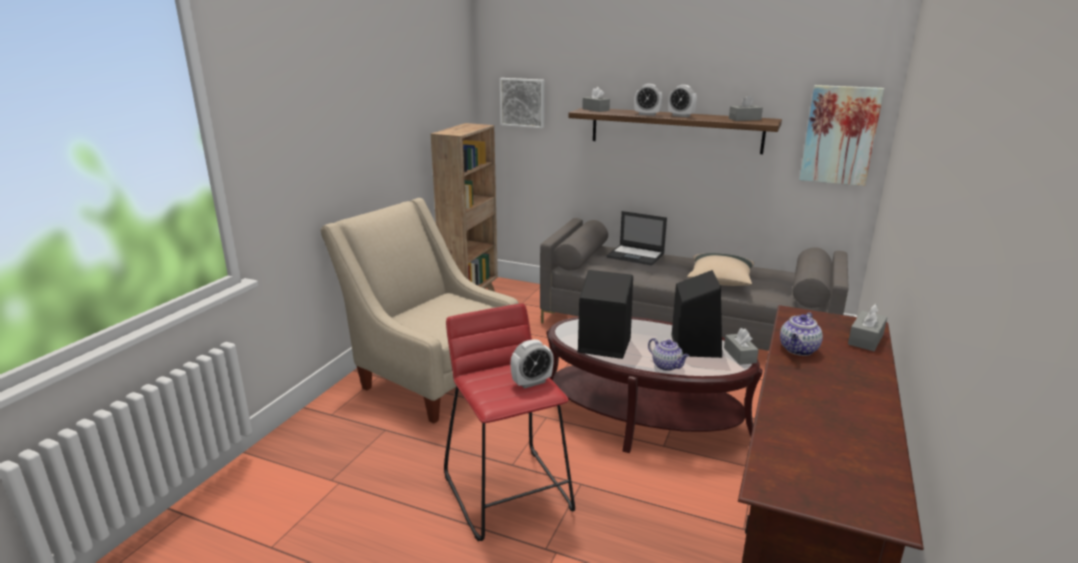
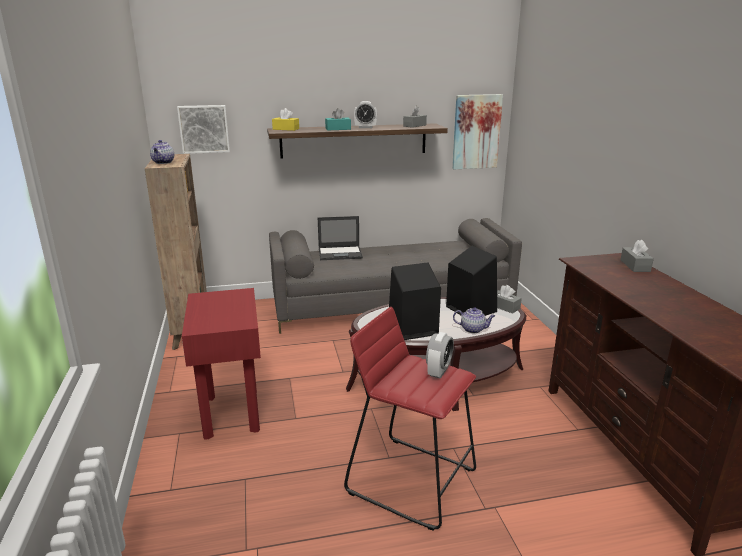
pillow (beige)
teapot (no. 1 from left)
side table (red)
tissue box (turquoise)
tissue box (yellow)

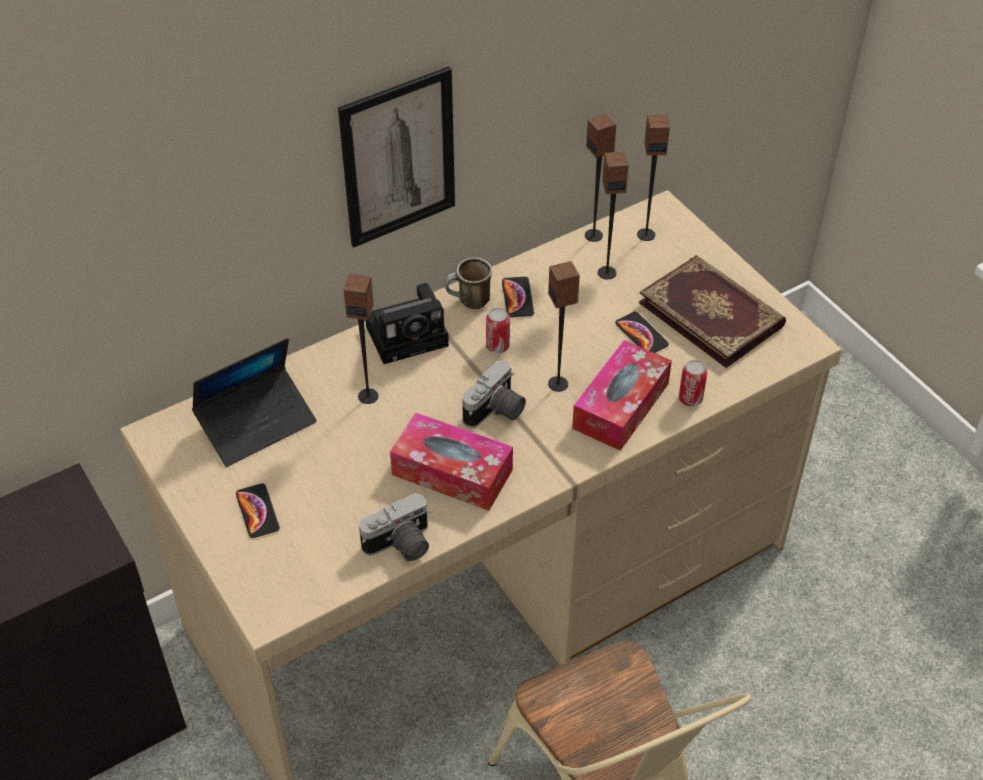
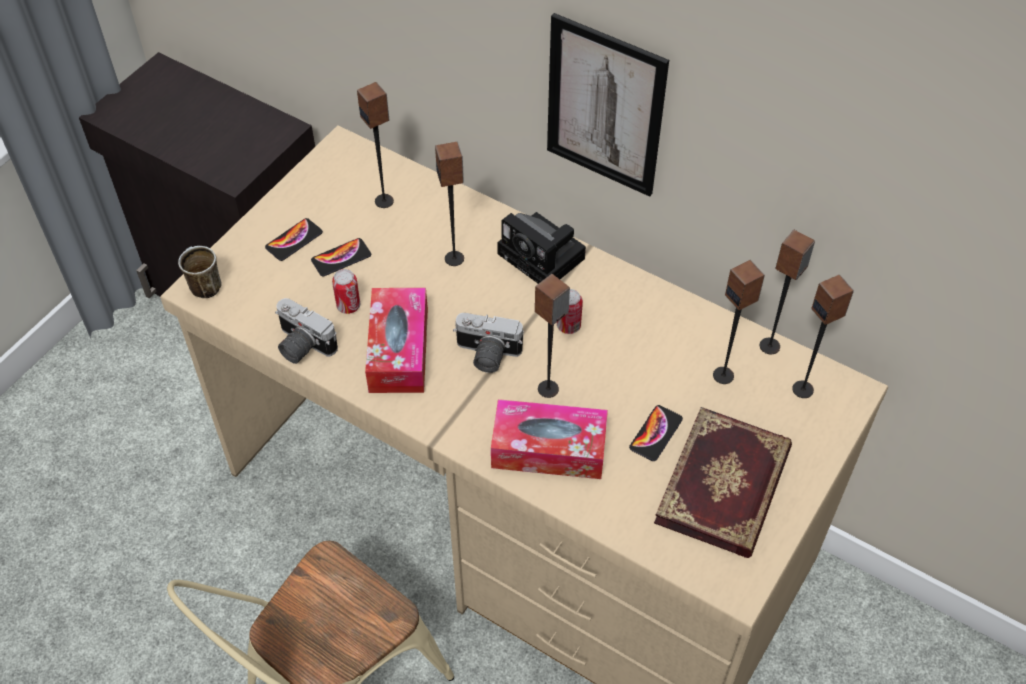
mug
phone (no. 2 from left)
can (no. 1 from left)
speaker (no. 1 from left)

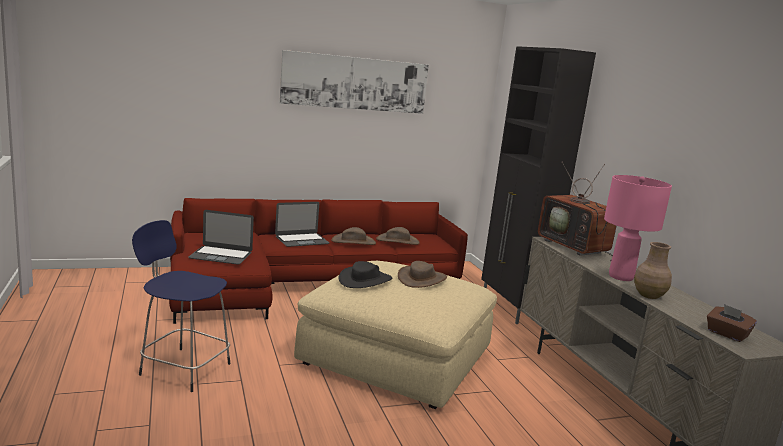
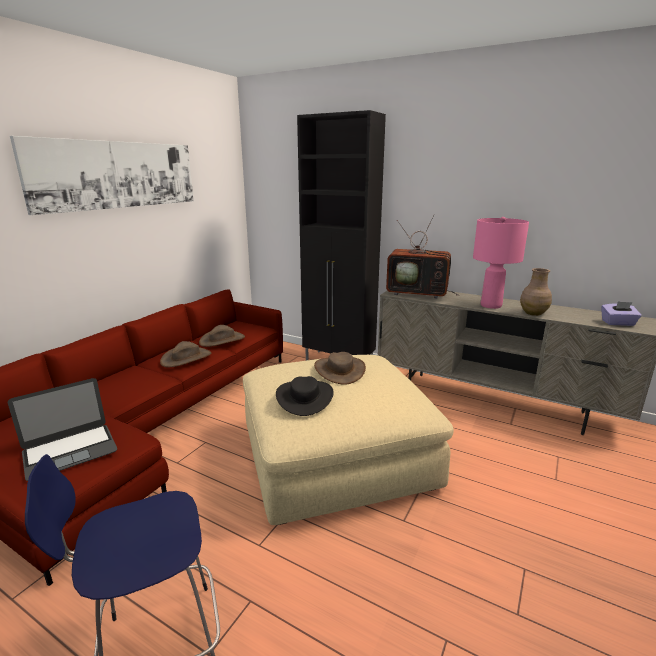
laptop (no. 2 from left in the first image)
tissue box (purple)

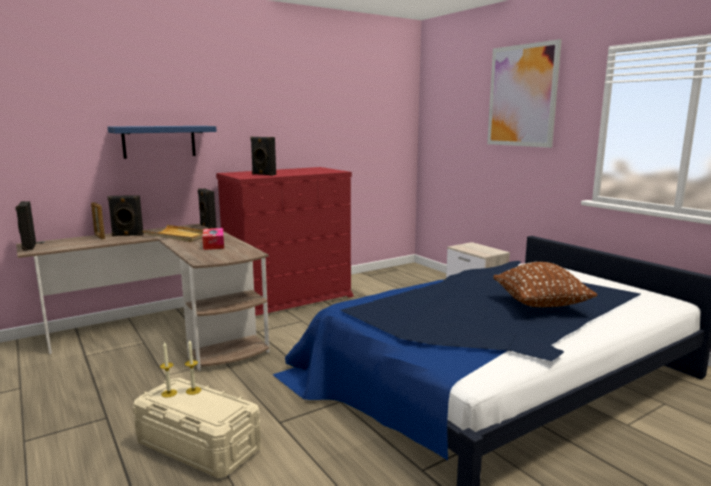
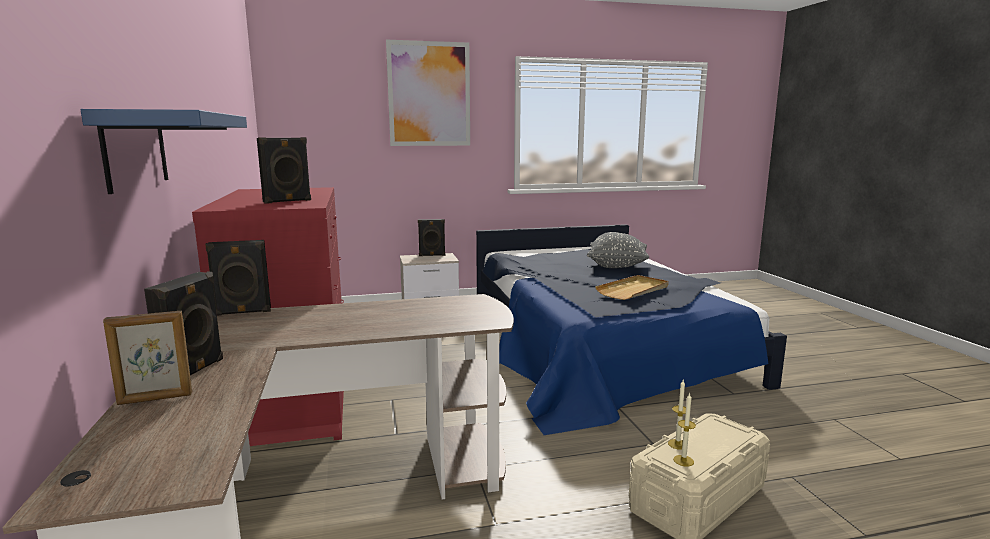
tissue box
speaker (black) (no. 4 from left)
tray (beige)
pillow (grey)

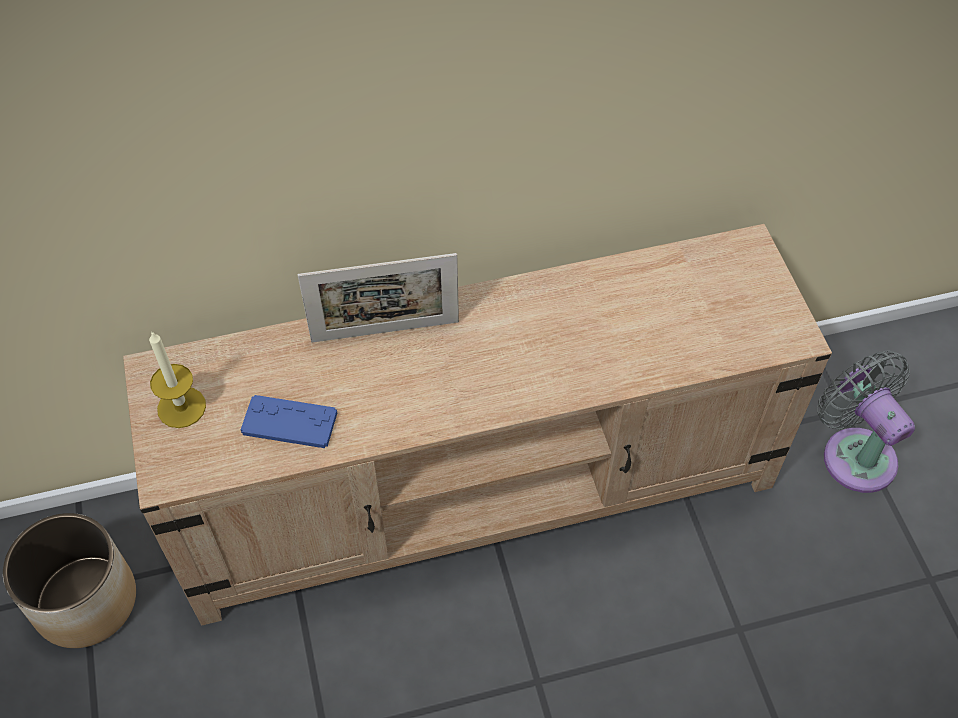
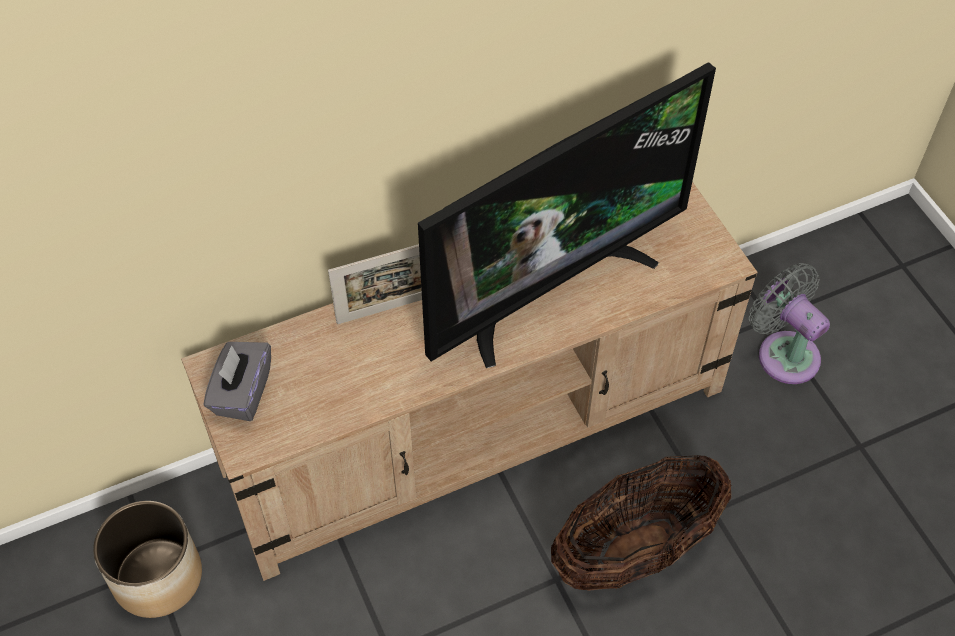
game controller (blue)
television
basket
tissue box (grey)

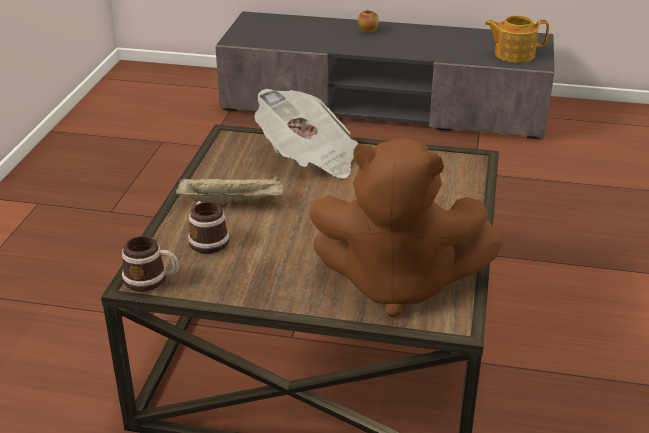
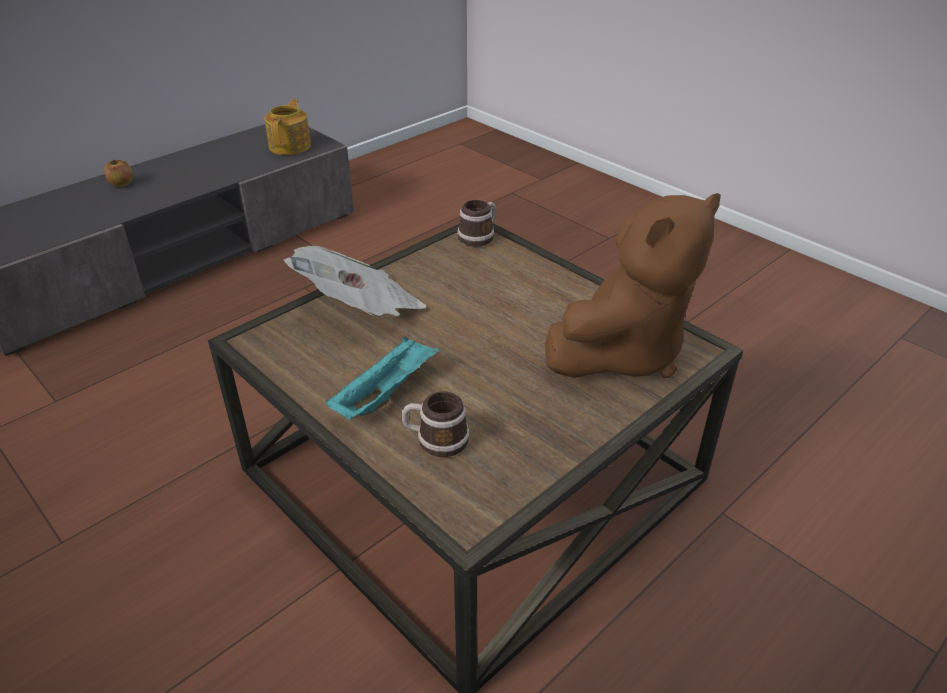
mug (no. 2 from left)
tray (turquoise)
teapot

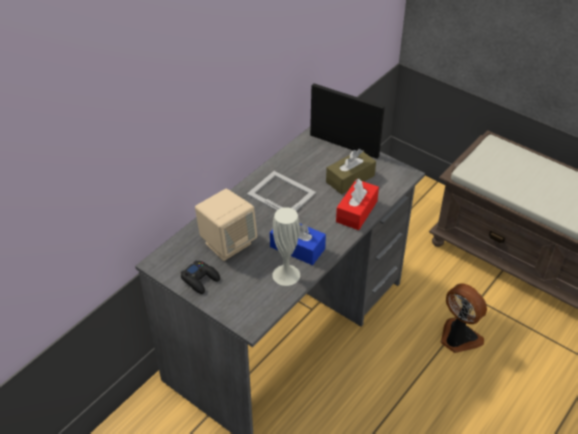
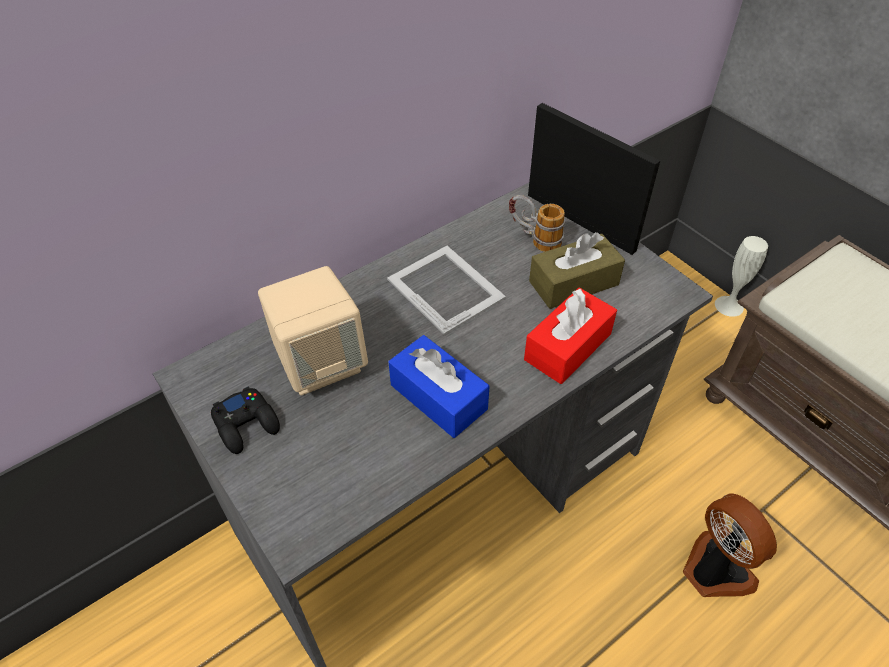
mug
vase (white)

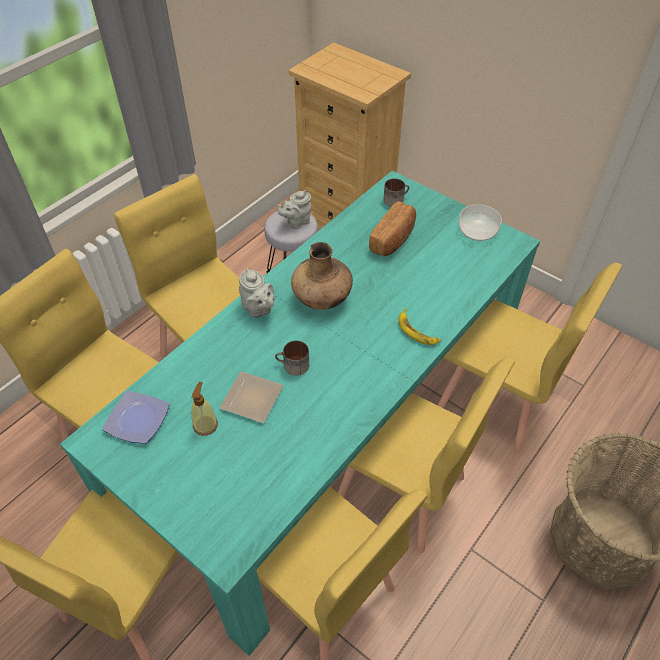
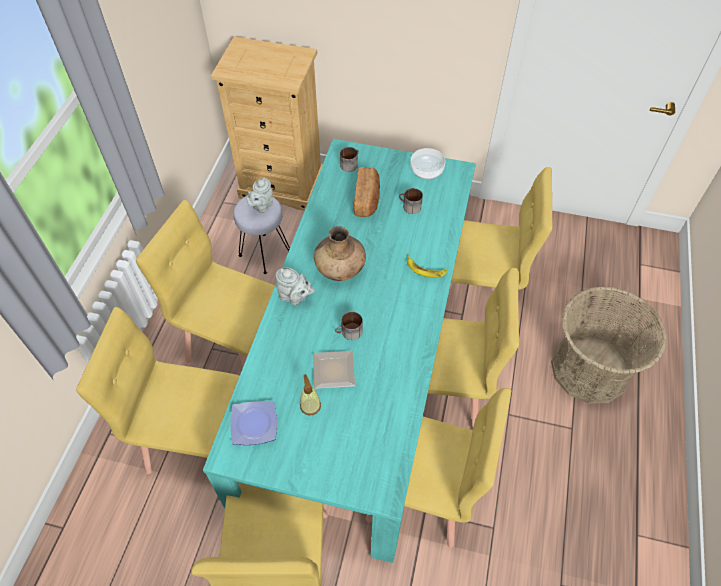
mug (no. 3 from left)

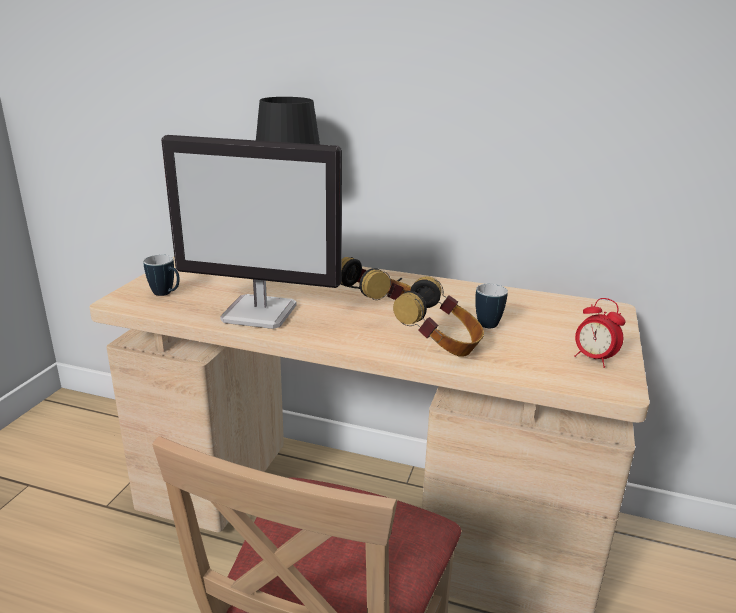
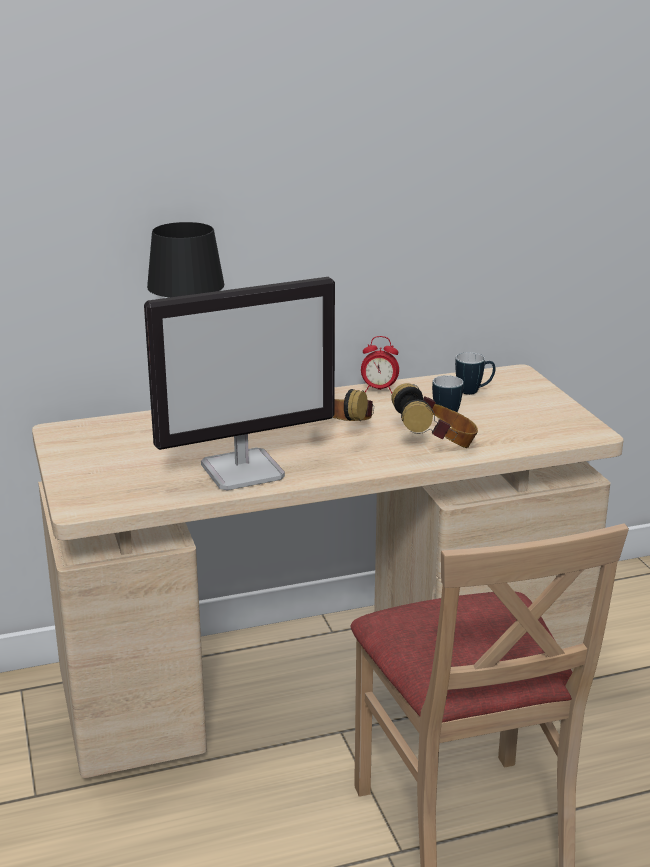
mug (no. 2 from left)
alarm clock

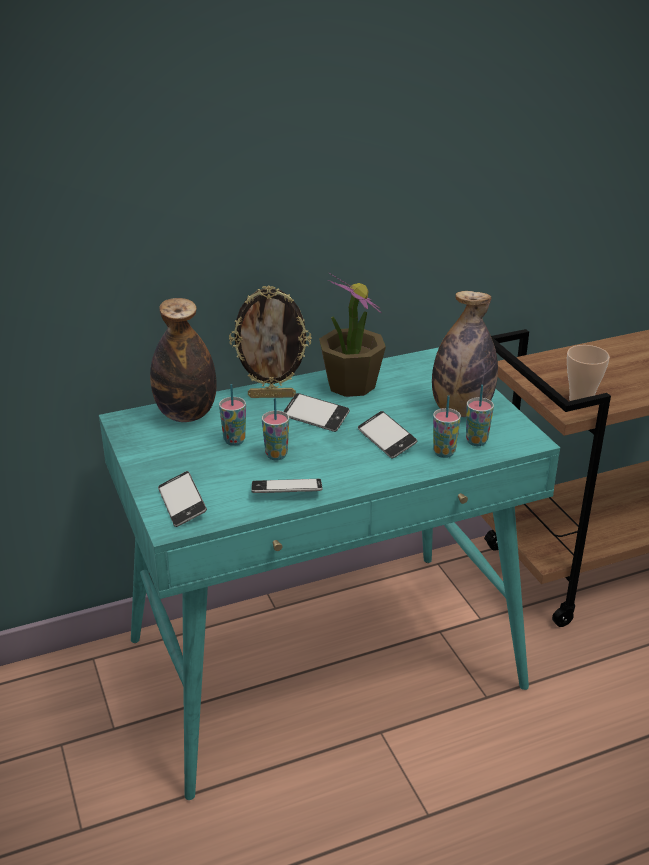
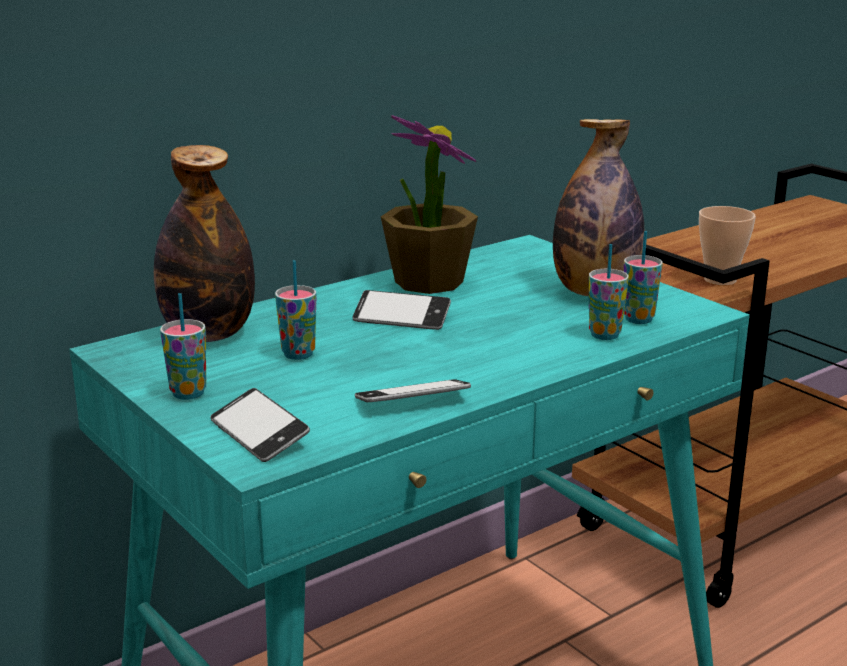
picture frame
phone (no. 4 from left in the first image)
cup (no. 1 from left)

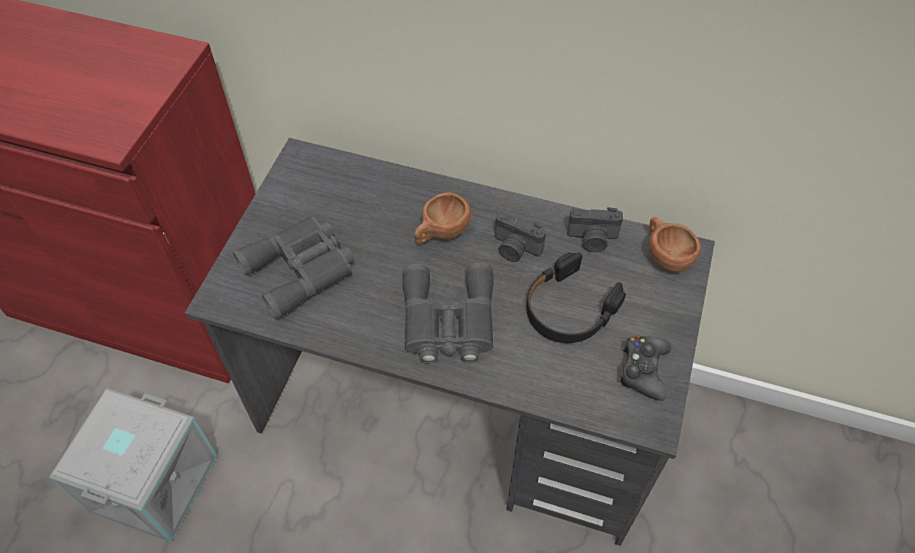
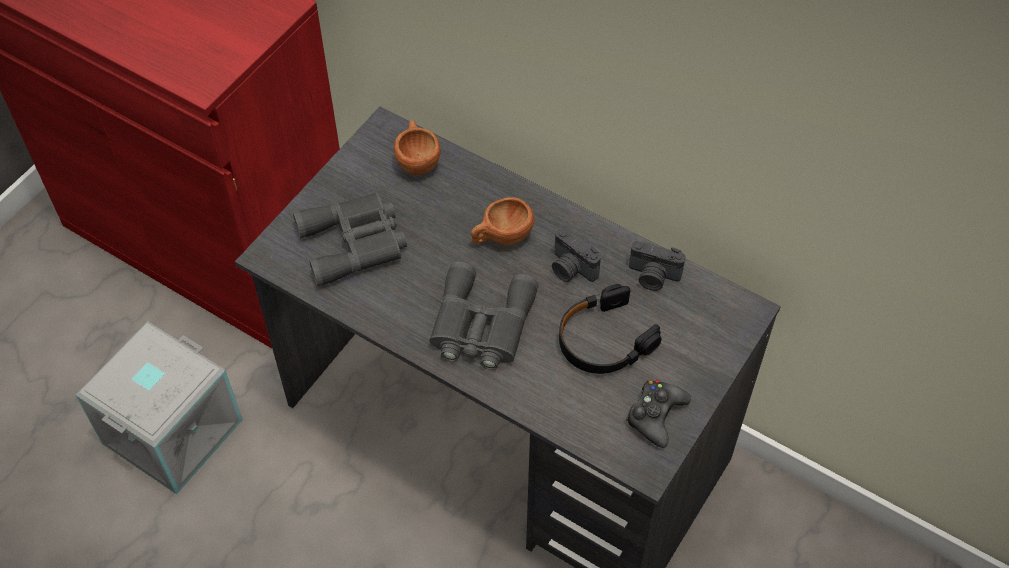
cup (brown) (no. 1 from left)

